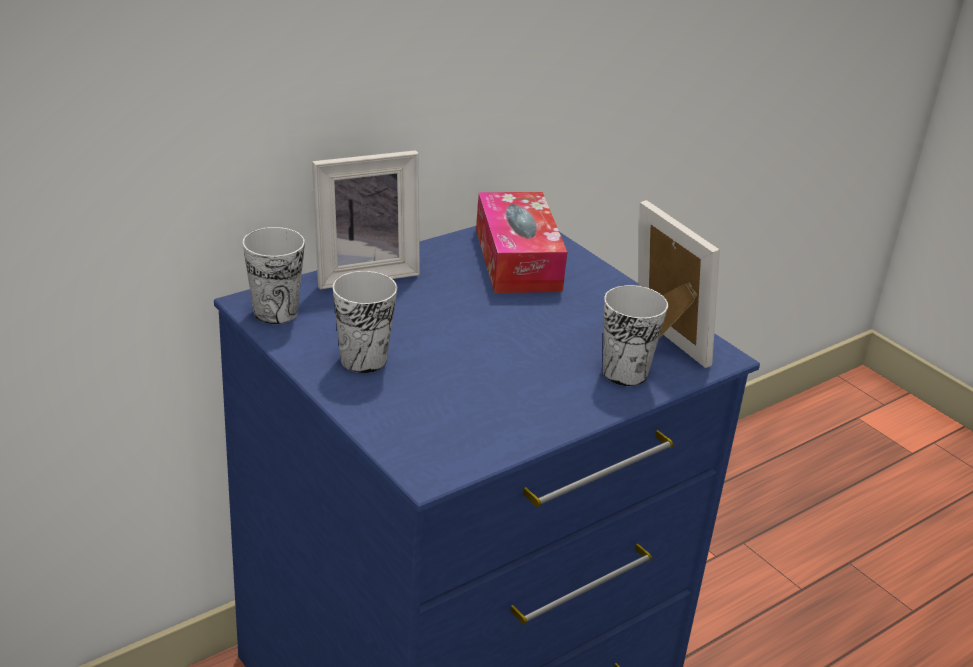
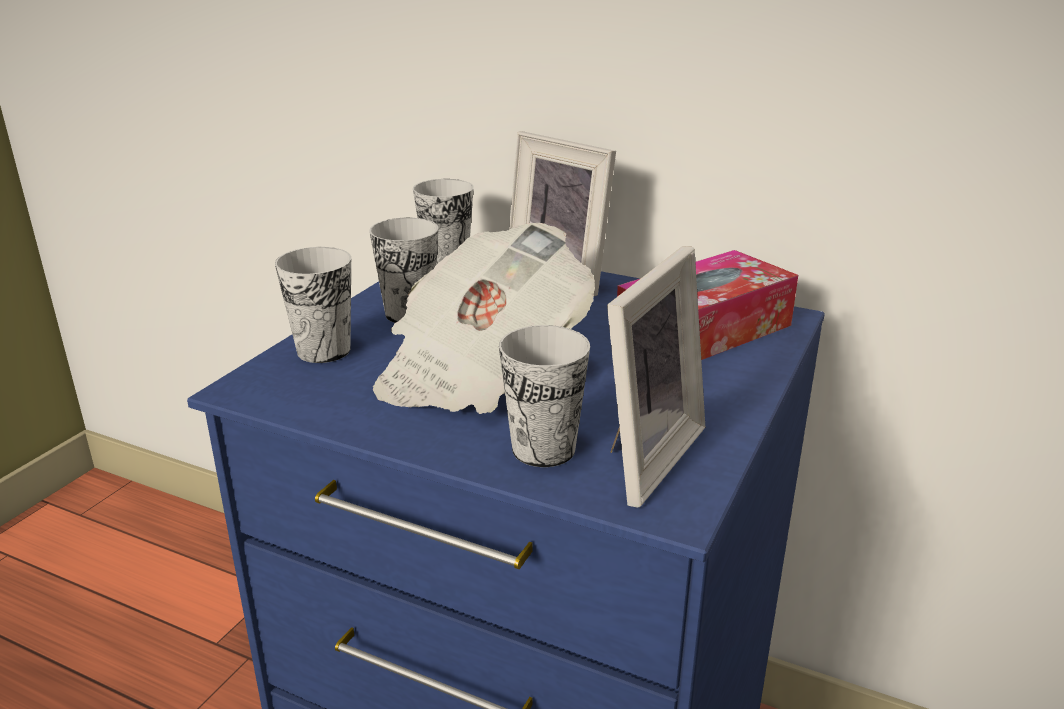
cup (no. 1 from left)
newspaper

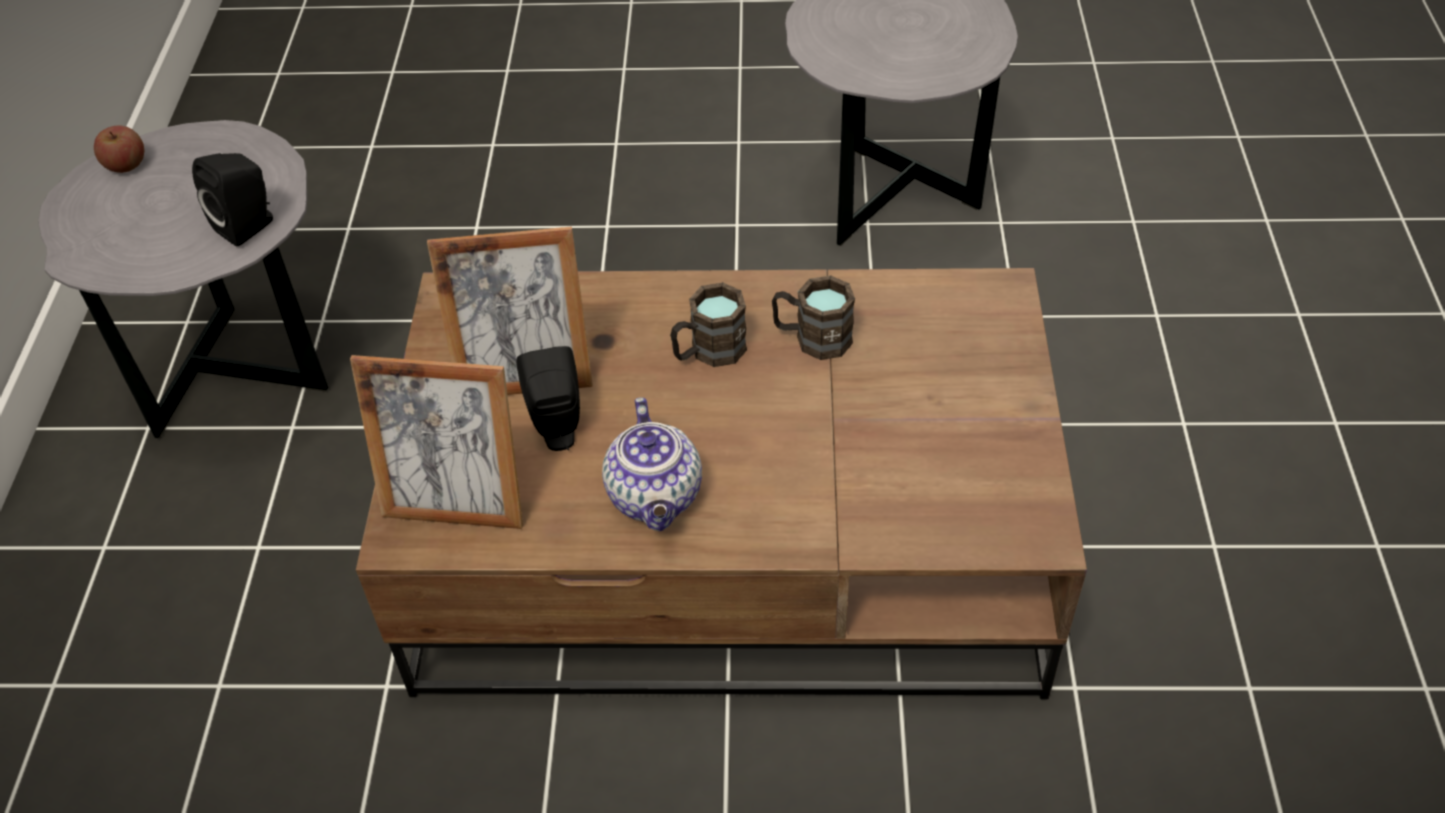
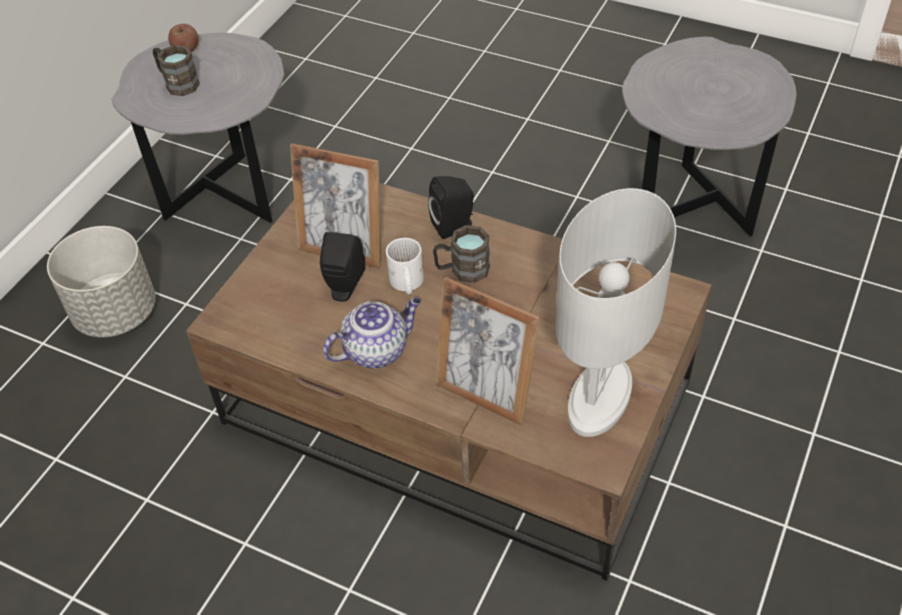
planter (grey)
mug (white)
table lamp (white)
speaker (black) (no. 2 from left)
picture frame (no. 2 from left)
mug (brown) (no. 1 from left)
teapot

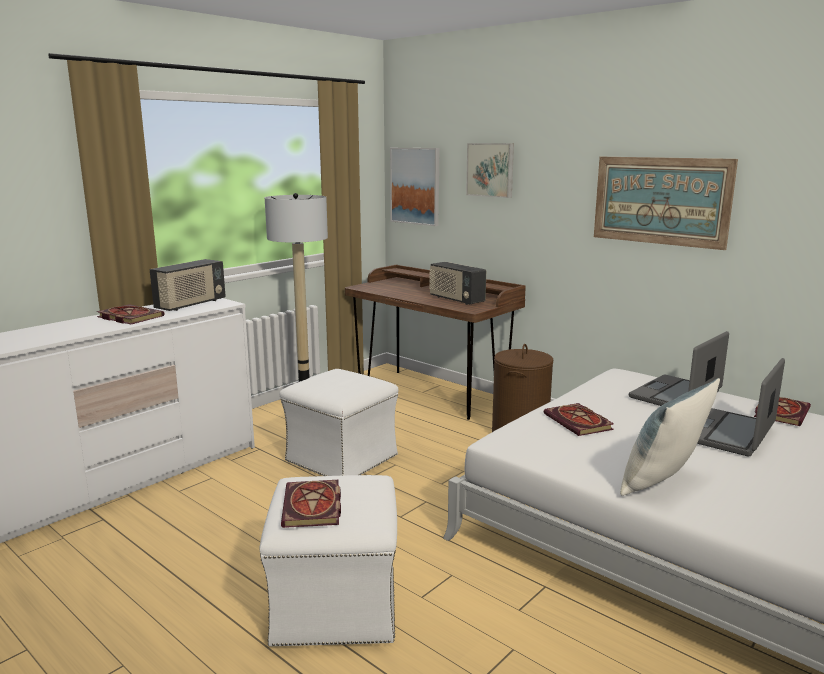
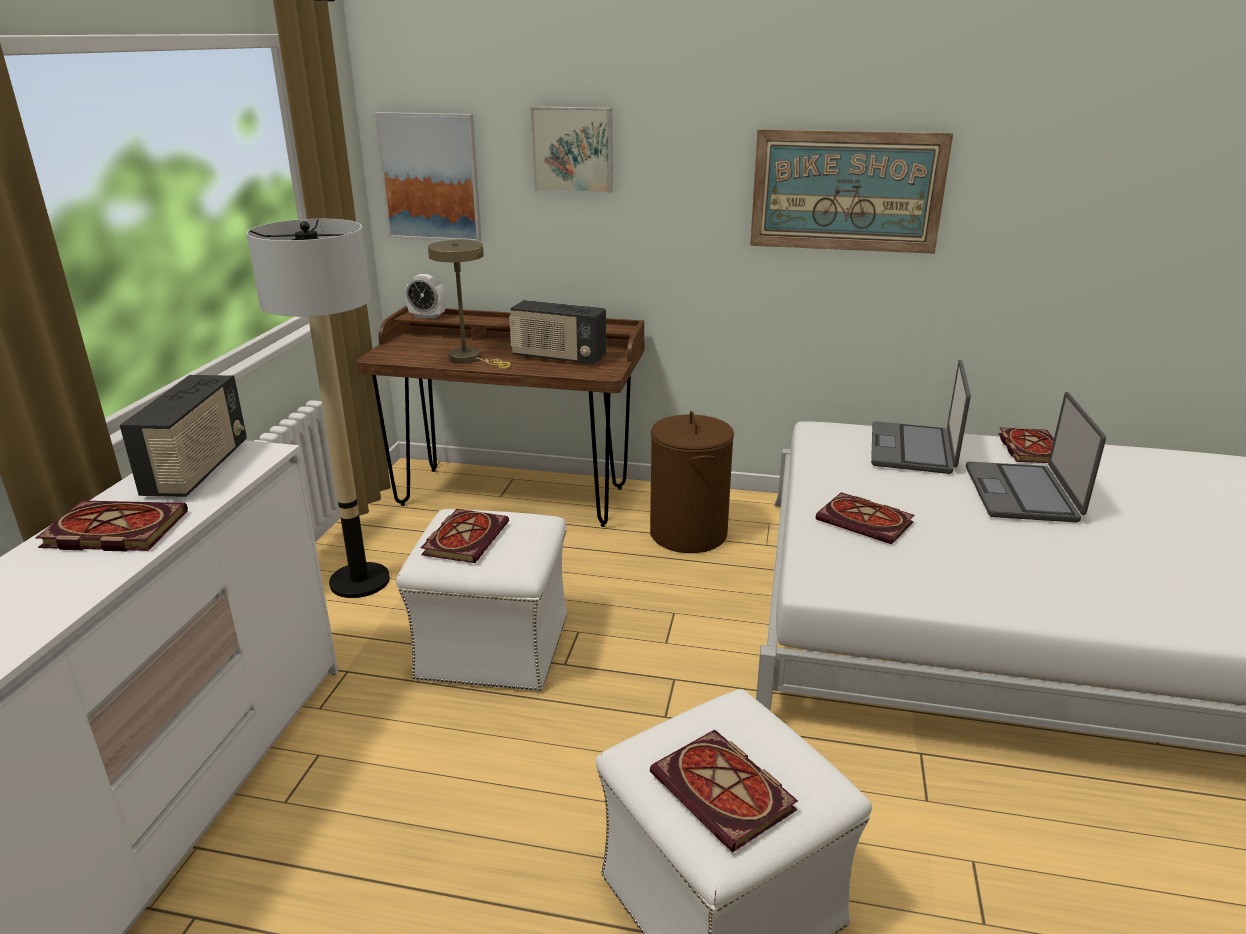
pillow
alarm clock
book (no. 2 from left)
table lamp (beige)

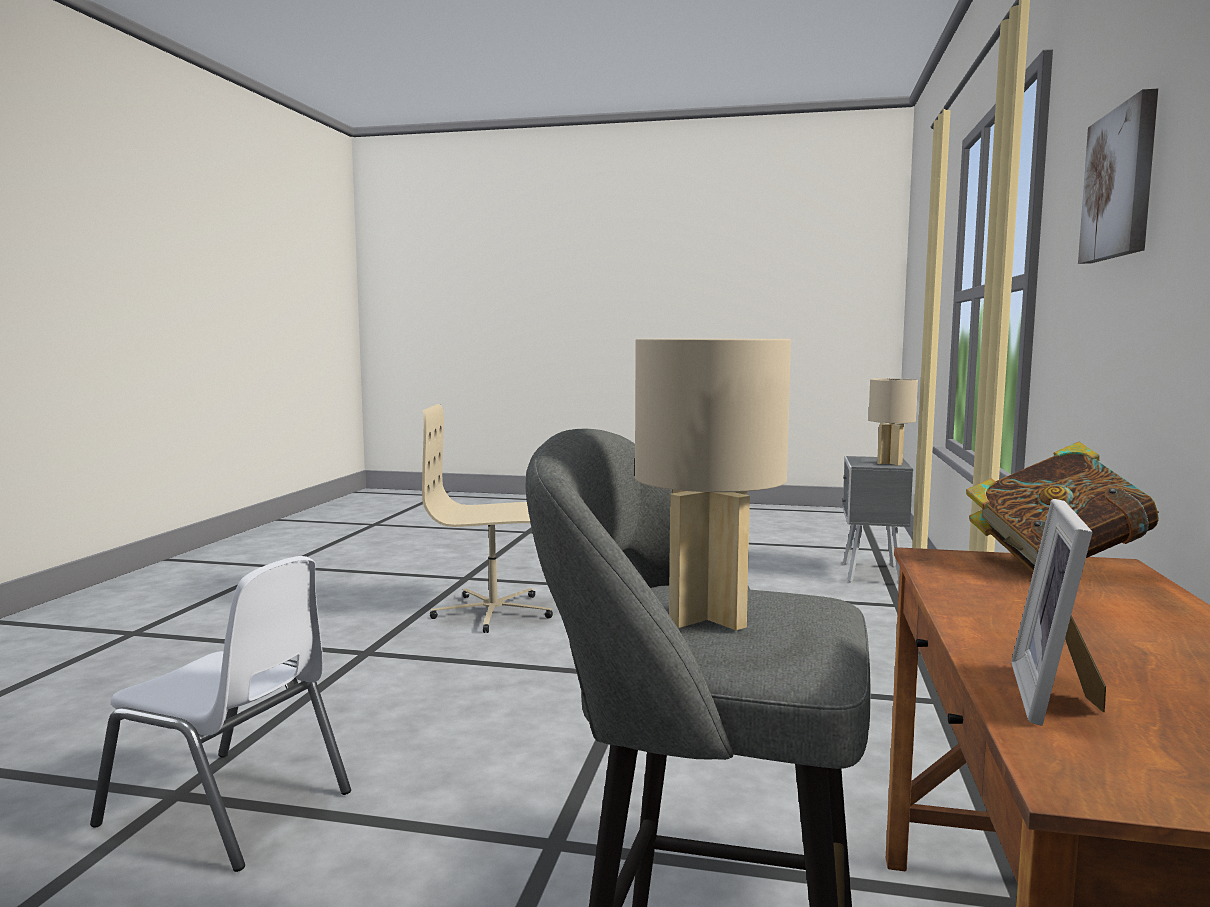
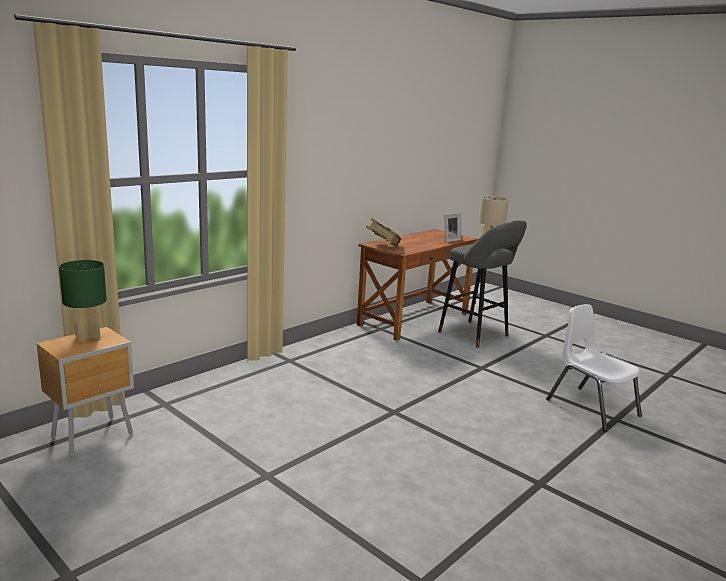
office chair (beige)
picture
nightstand (brown)
table lamp (green)

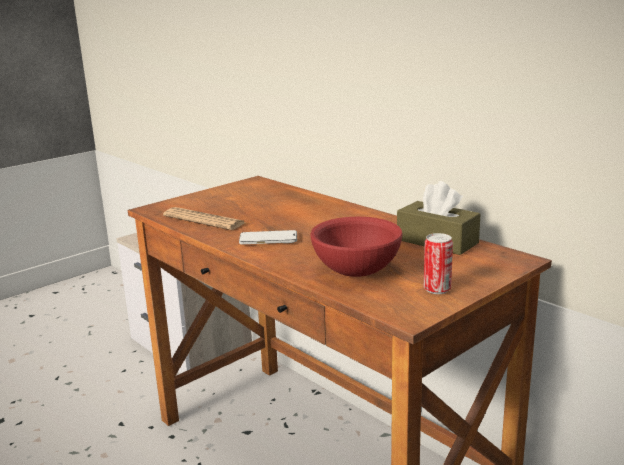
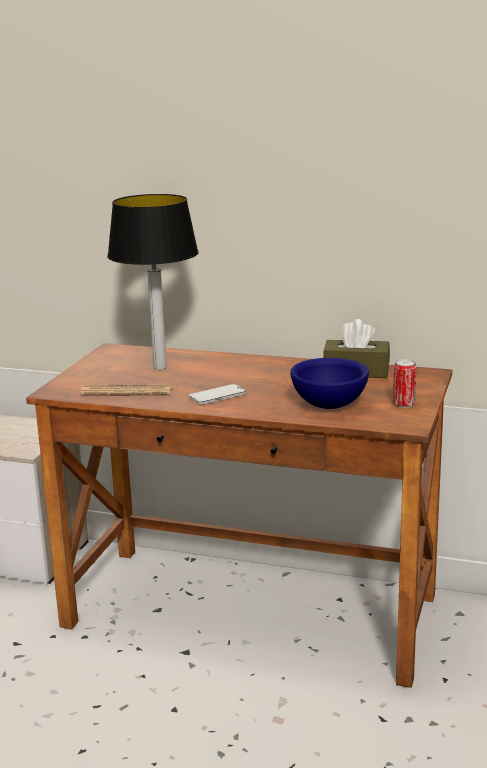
table lamp
bowl (blue)

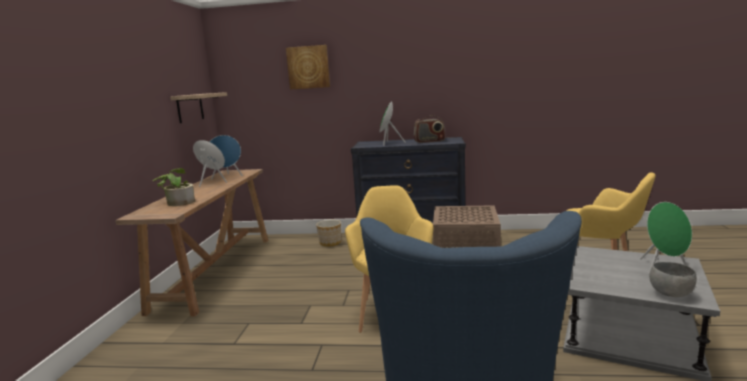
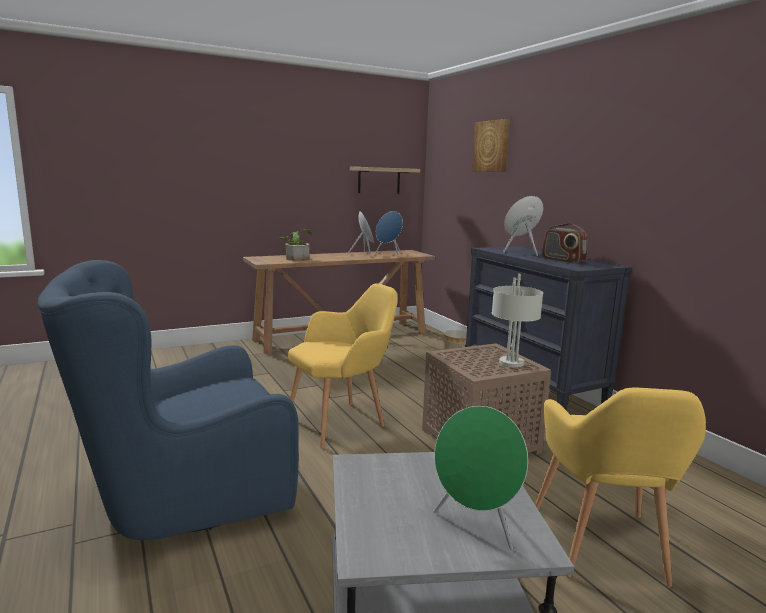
bowl (grey)
table lamp (grey)

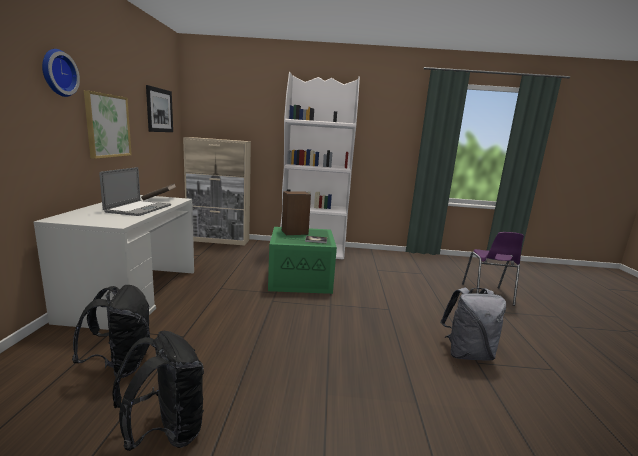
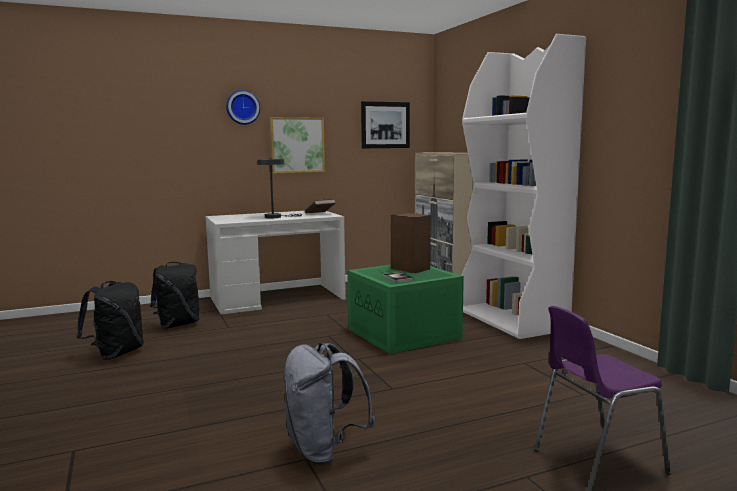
table lamp (grey)

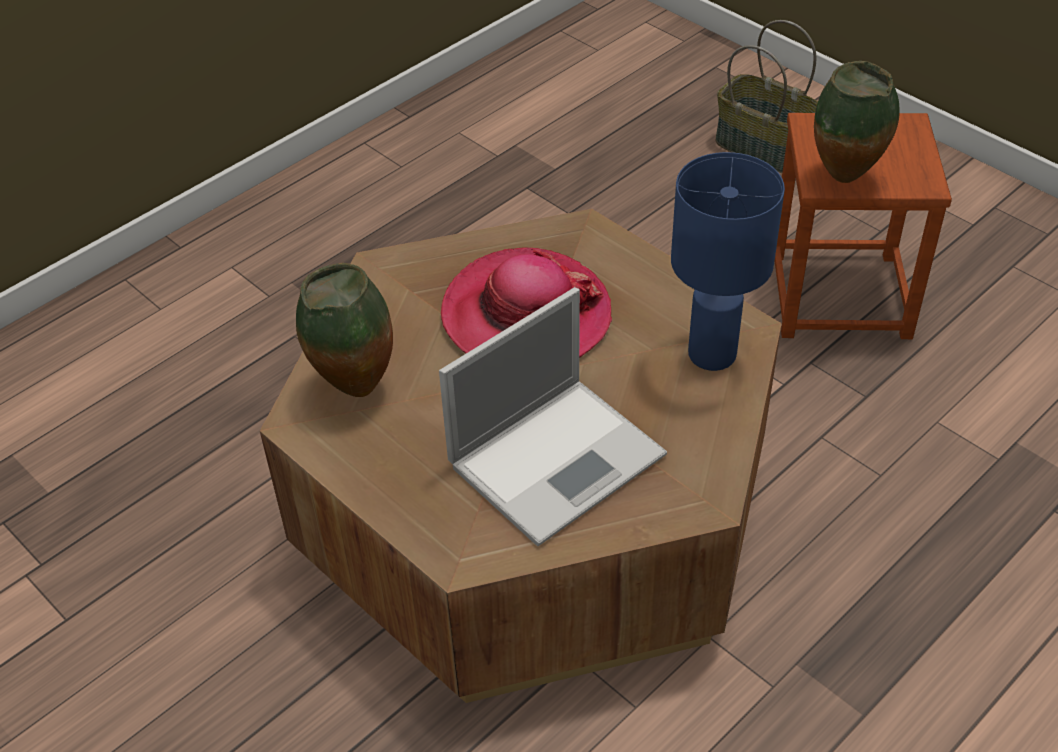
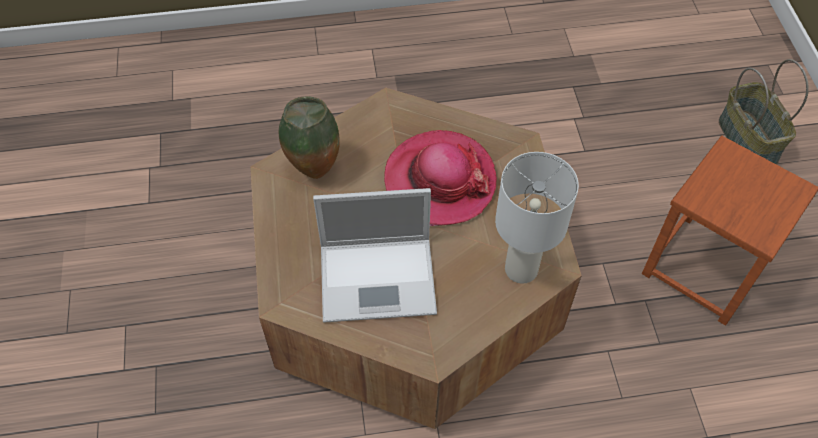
vase (no. 2 from left in the first image)
table lamp (white)

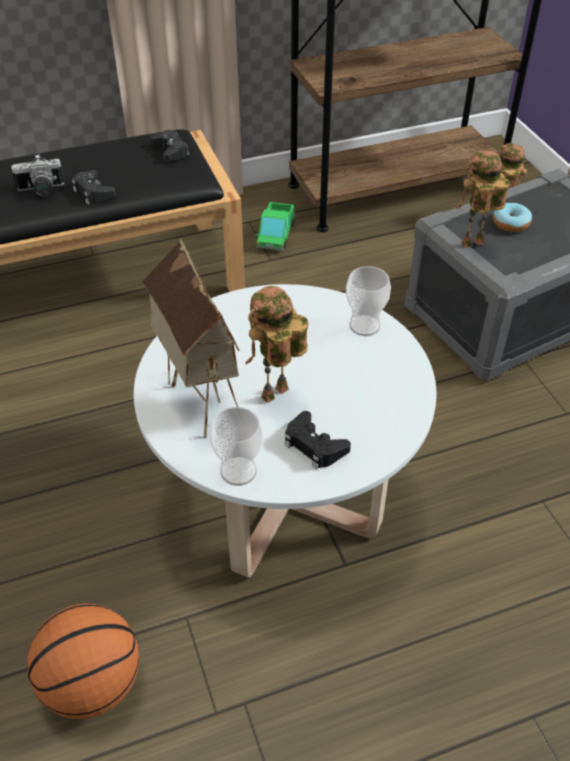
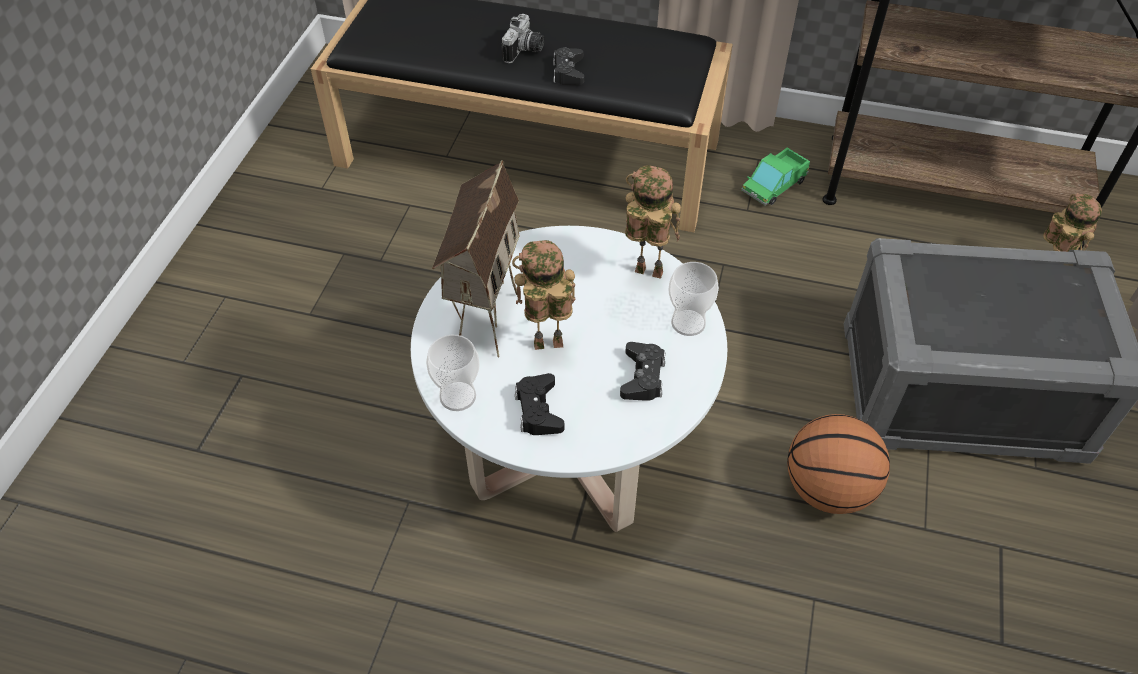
donut
basketball
game controller (black) (no. 3 from left)
toy robot (no. 2 from left)
photo camera

